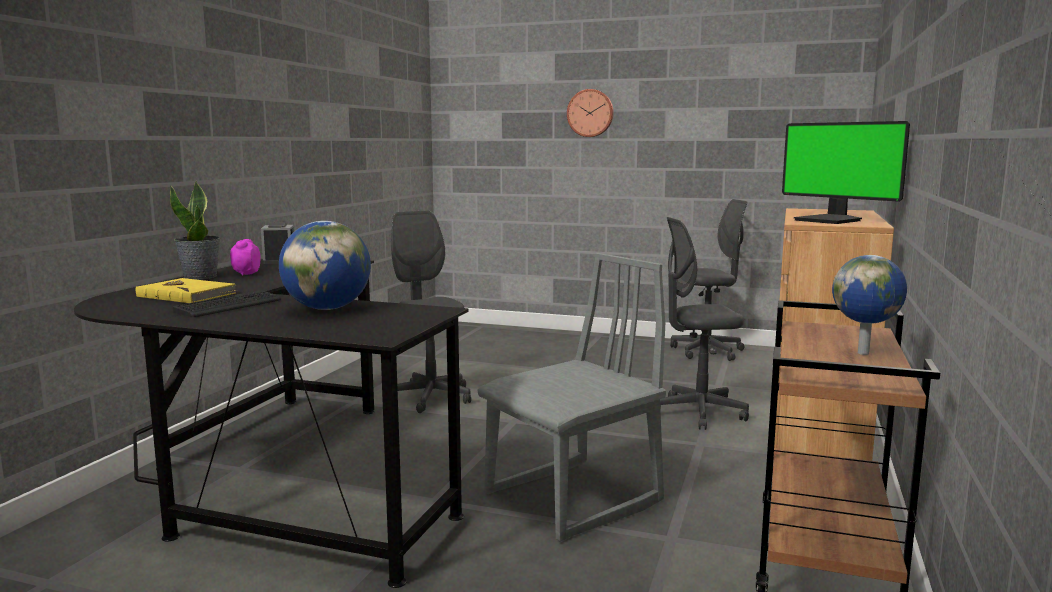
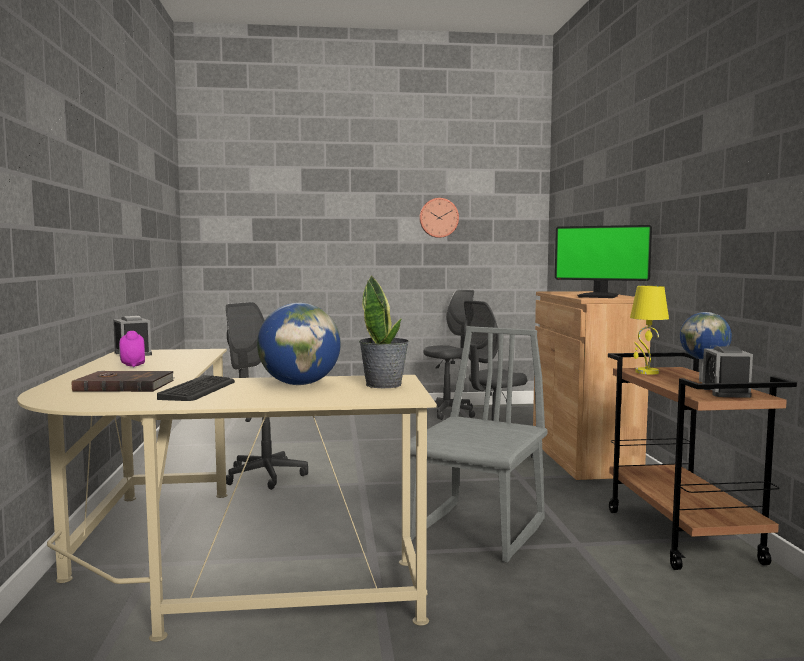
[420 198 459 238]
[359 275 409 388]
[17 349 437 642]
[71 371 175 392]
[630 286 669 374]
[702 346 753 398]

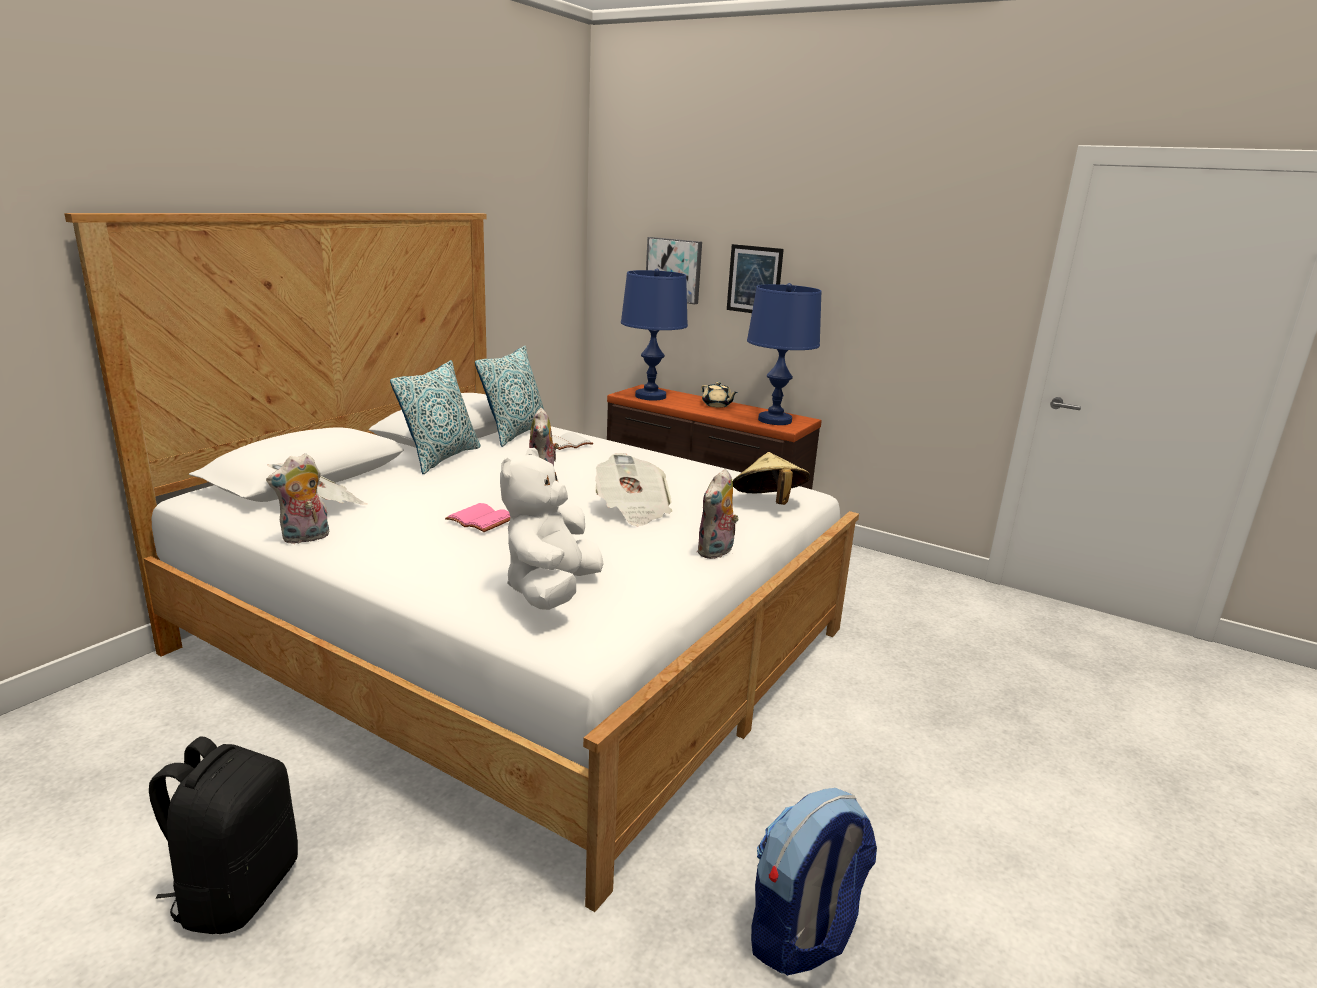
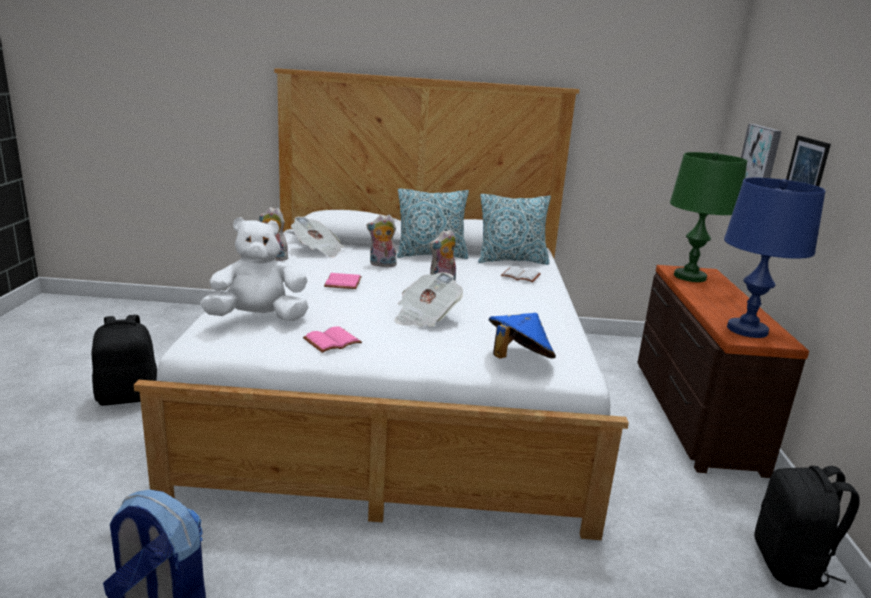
[670 152 747 282]
[701 382 738 408] (first image)
[489 313 556 359]
[366 214 397 267]
[303 326 362 353]
[754 466 860 590]

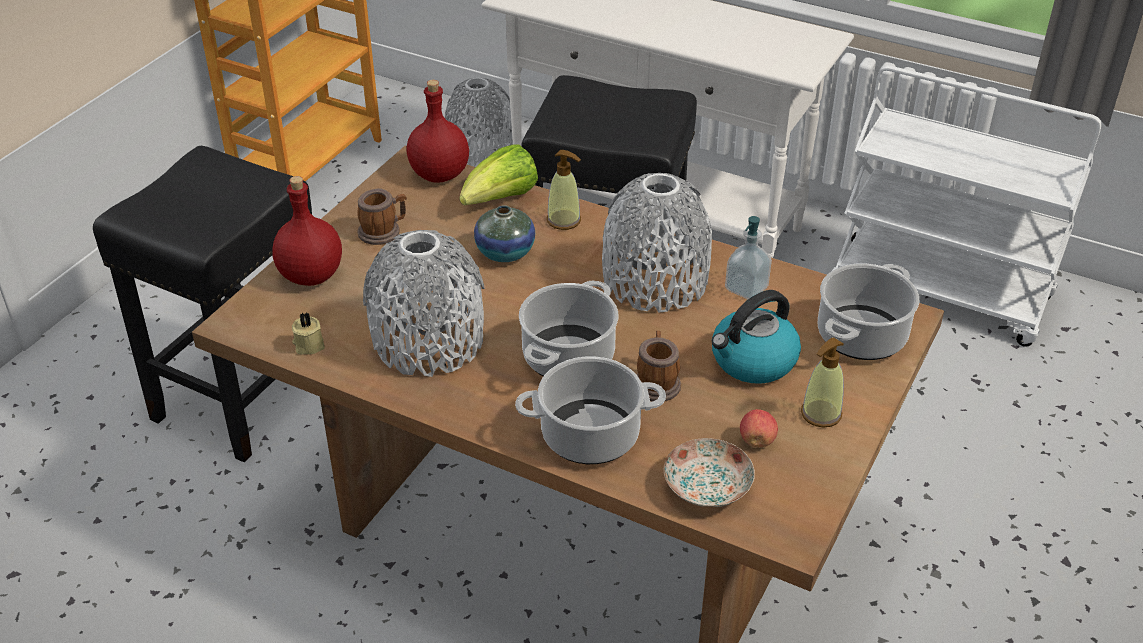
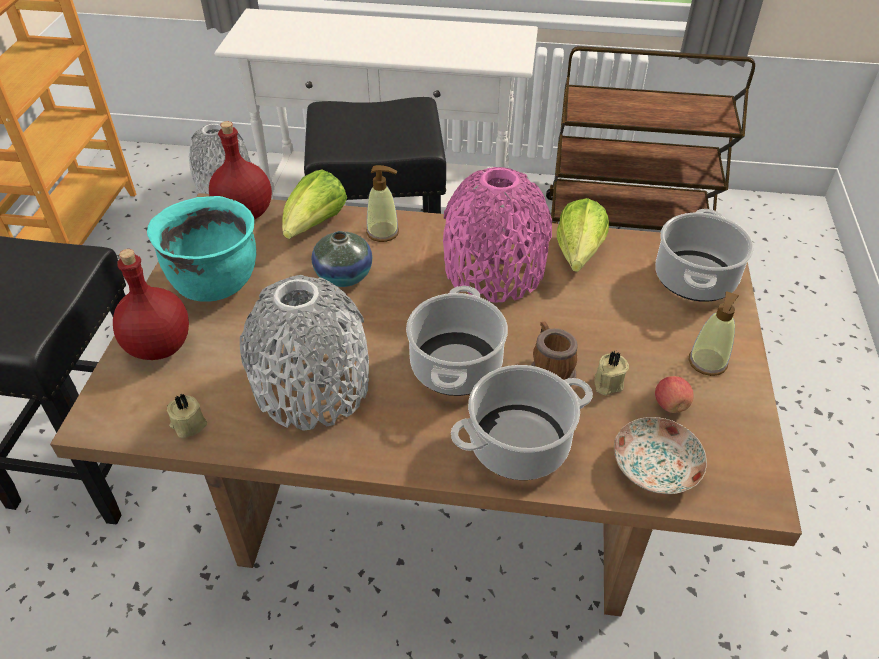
[546 46 755 230]
[443 167 552 303]
[147 196 256 302]
[557 198 609 272]
[712 290 801 384] (first image)
[594 351 629 395]

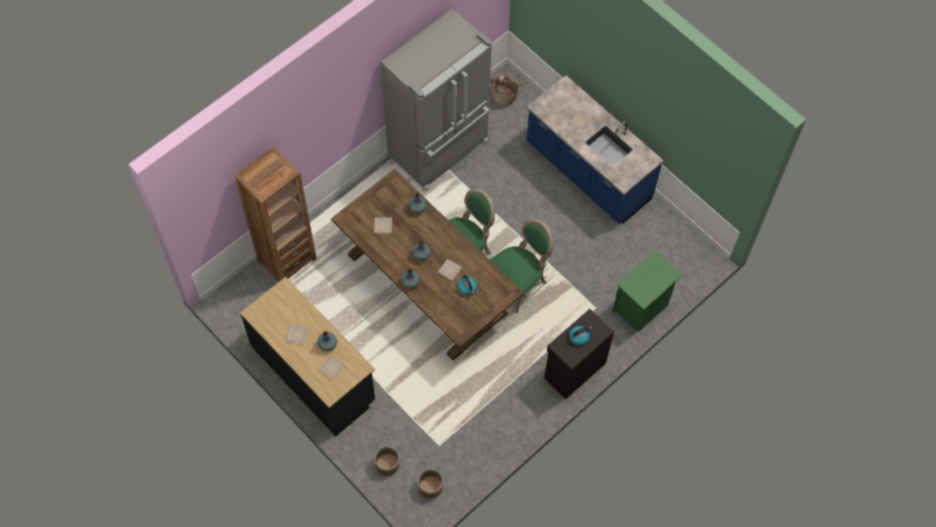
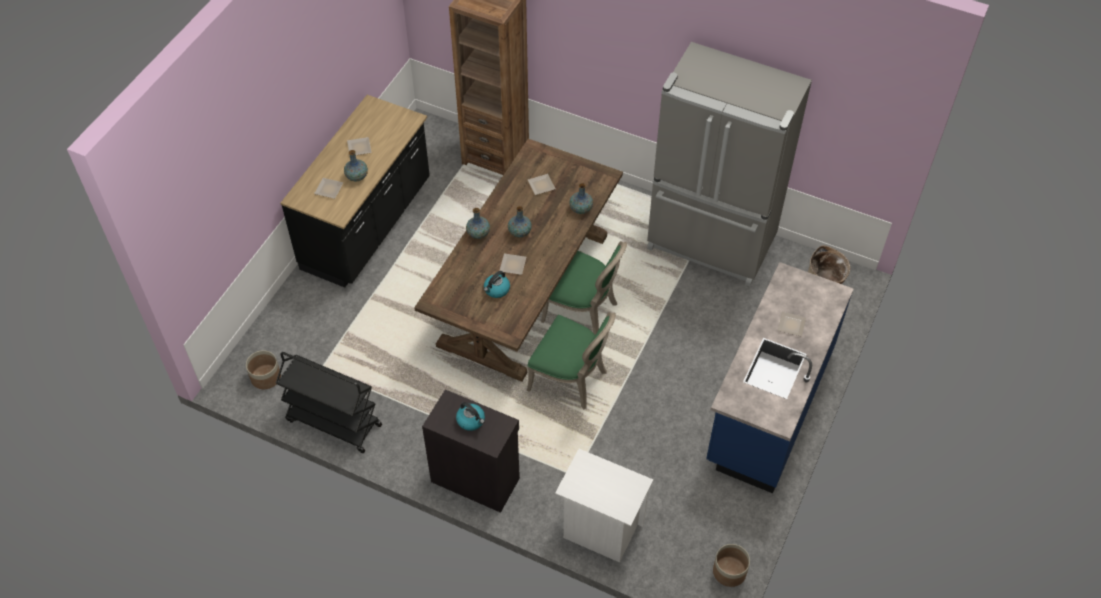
[555 449 653 563]
[713 544 750 587]
[276 352 382 453]

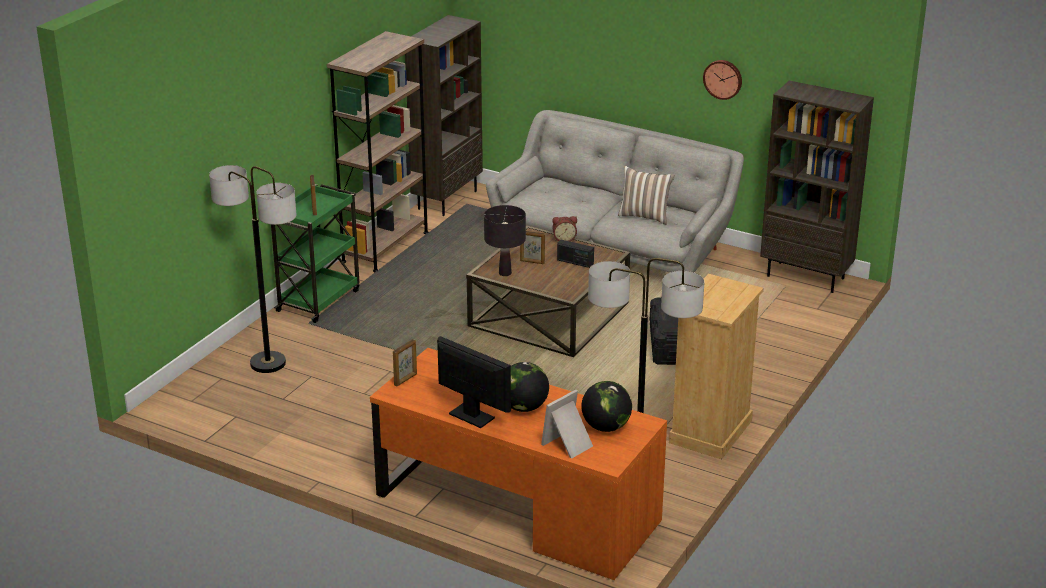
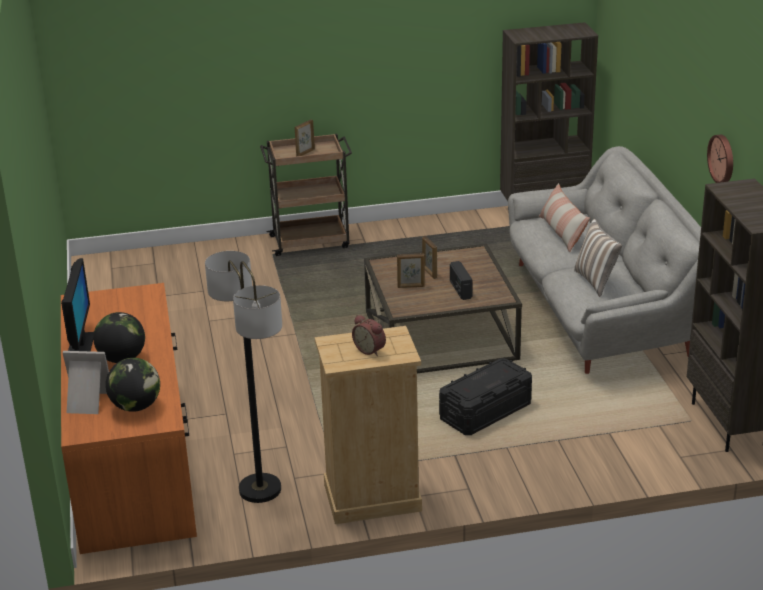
[327 31 429 272] (first image)
[209 165 296 373] (first image)
[260 134 352 256]
[484 205 526 276] (first image)
[352 315 386 356]
[397 253 425 288]
[539 183 590 253]

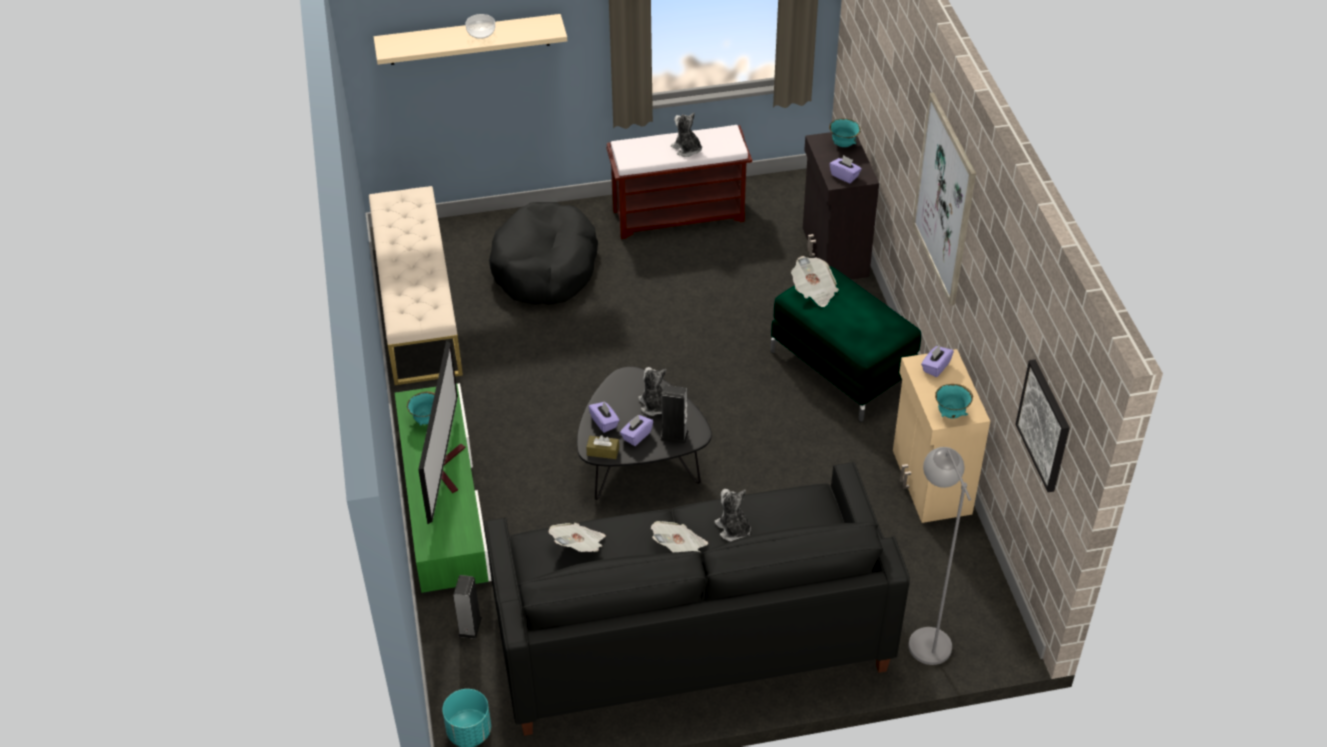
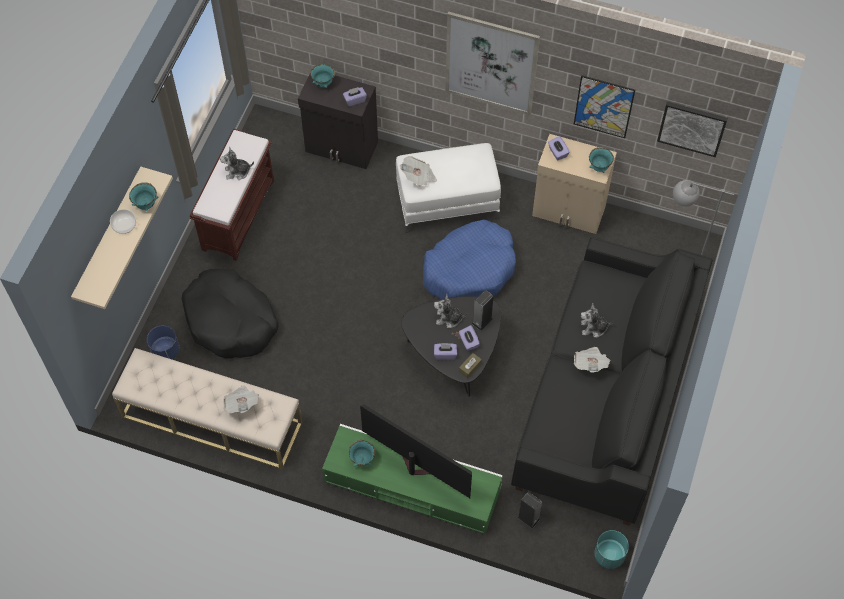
[396 143 501 233]
[223 386 259 413]
[574 75 635 138]
[129 182 159 211]
[423 220 516 299]
[147 326 179 359]

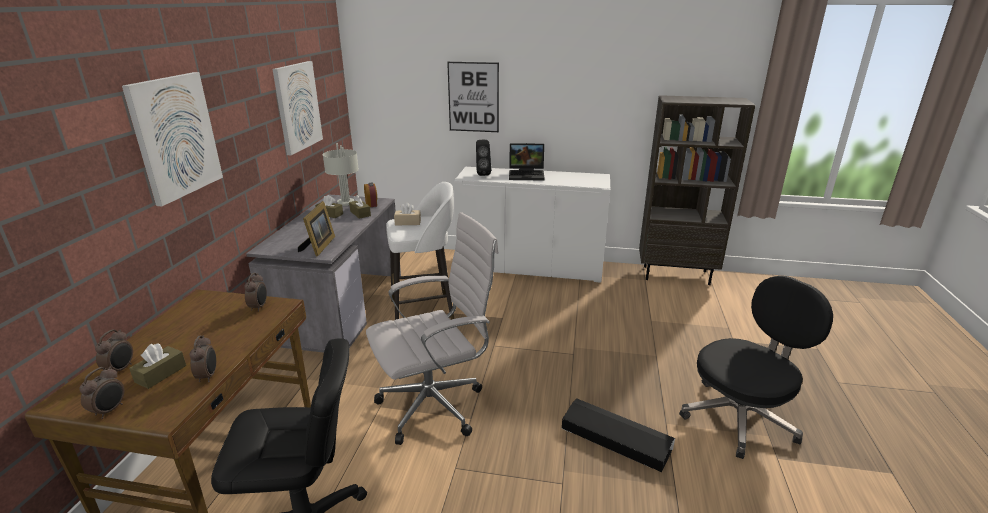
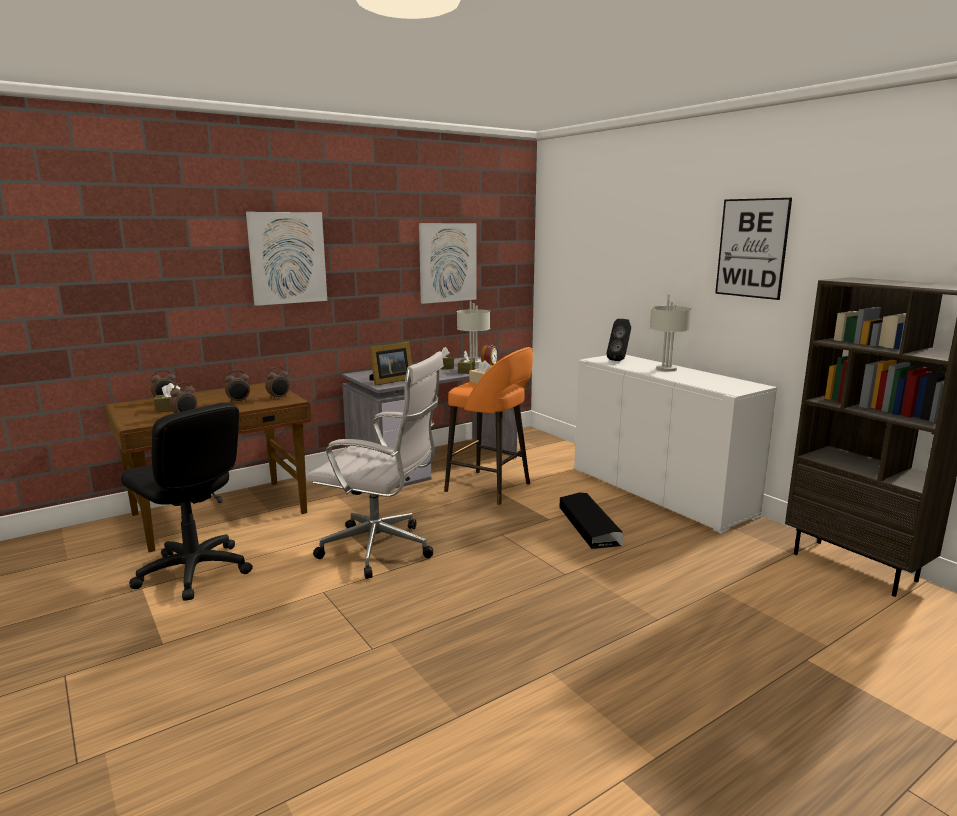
[715 198 792 300]
[650 295 692 372]
[444 347 533 505]
[679 276 833 459] (first image)
[225 370 250 403]
[559 493 623 549]

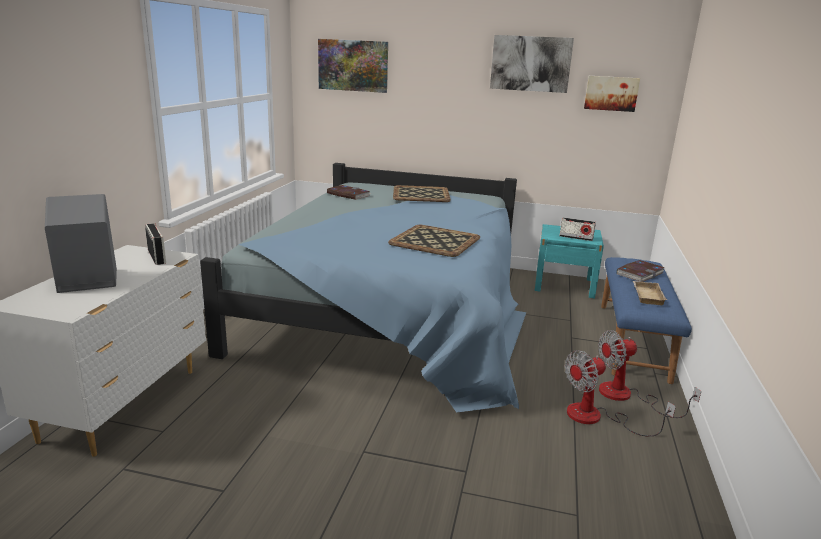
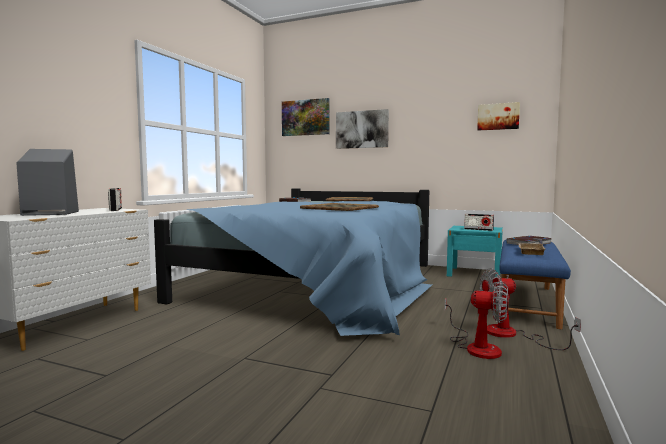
[336 109 389 149]
[445 281 509 359]

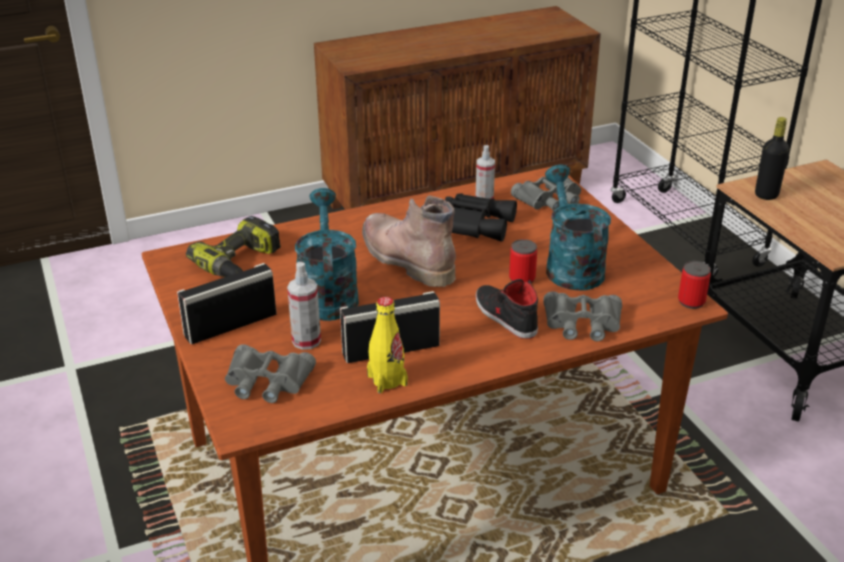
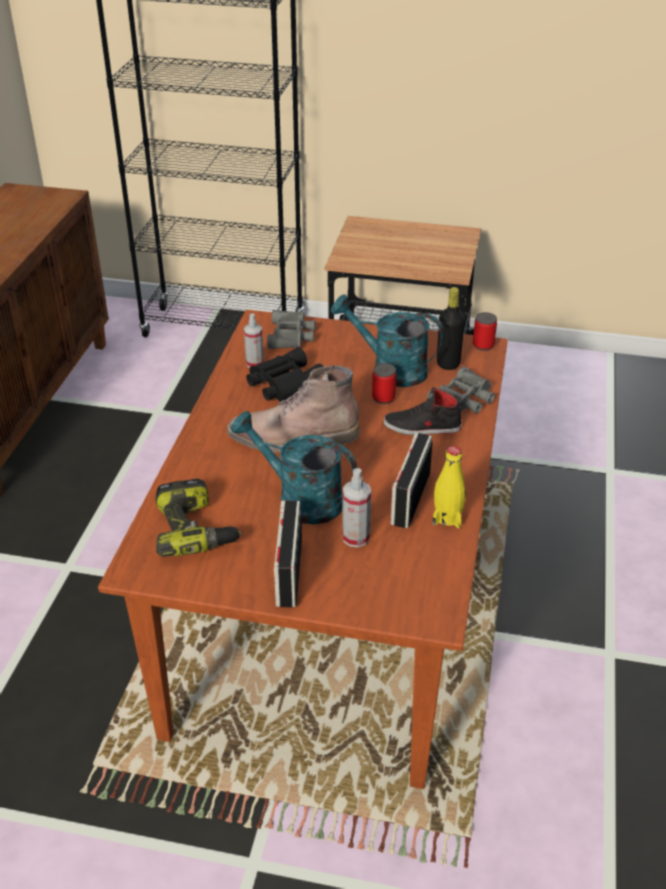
[437 287 465 370]
[225 344 316 403] (first image)

